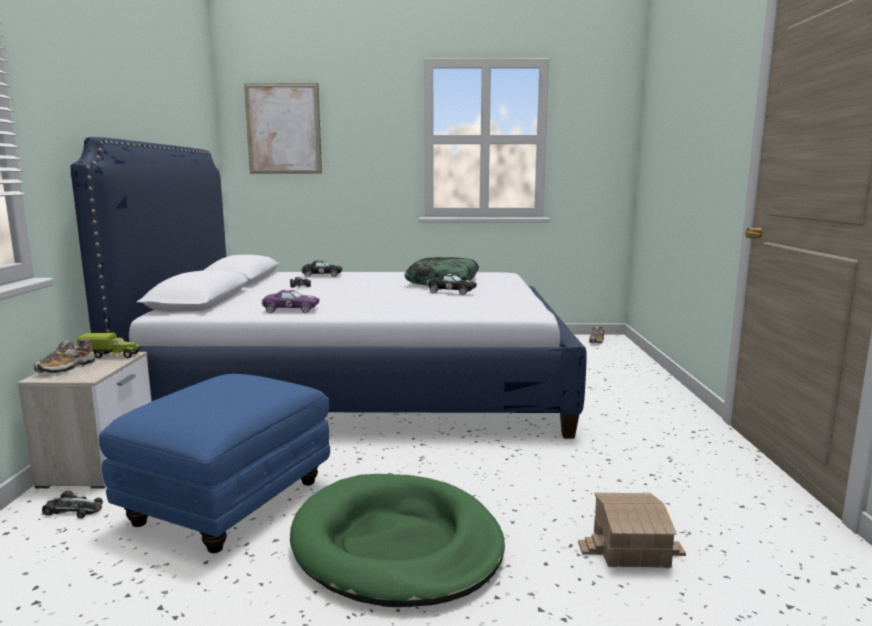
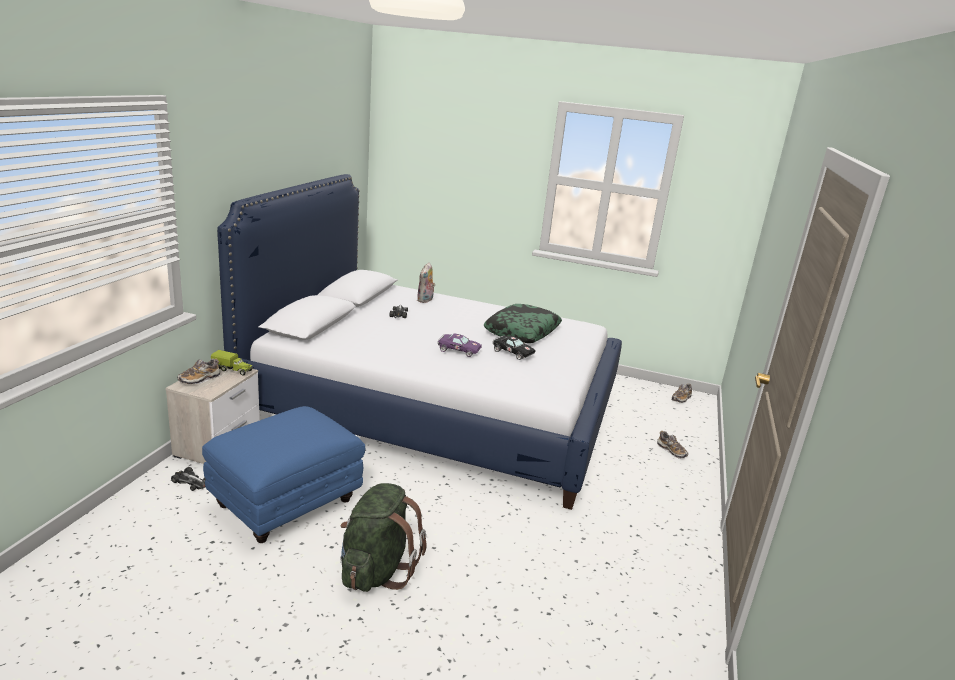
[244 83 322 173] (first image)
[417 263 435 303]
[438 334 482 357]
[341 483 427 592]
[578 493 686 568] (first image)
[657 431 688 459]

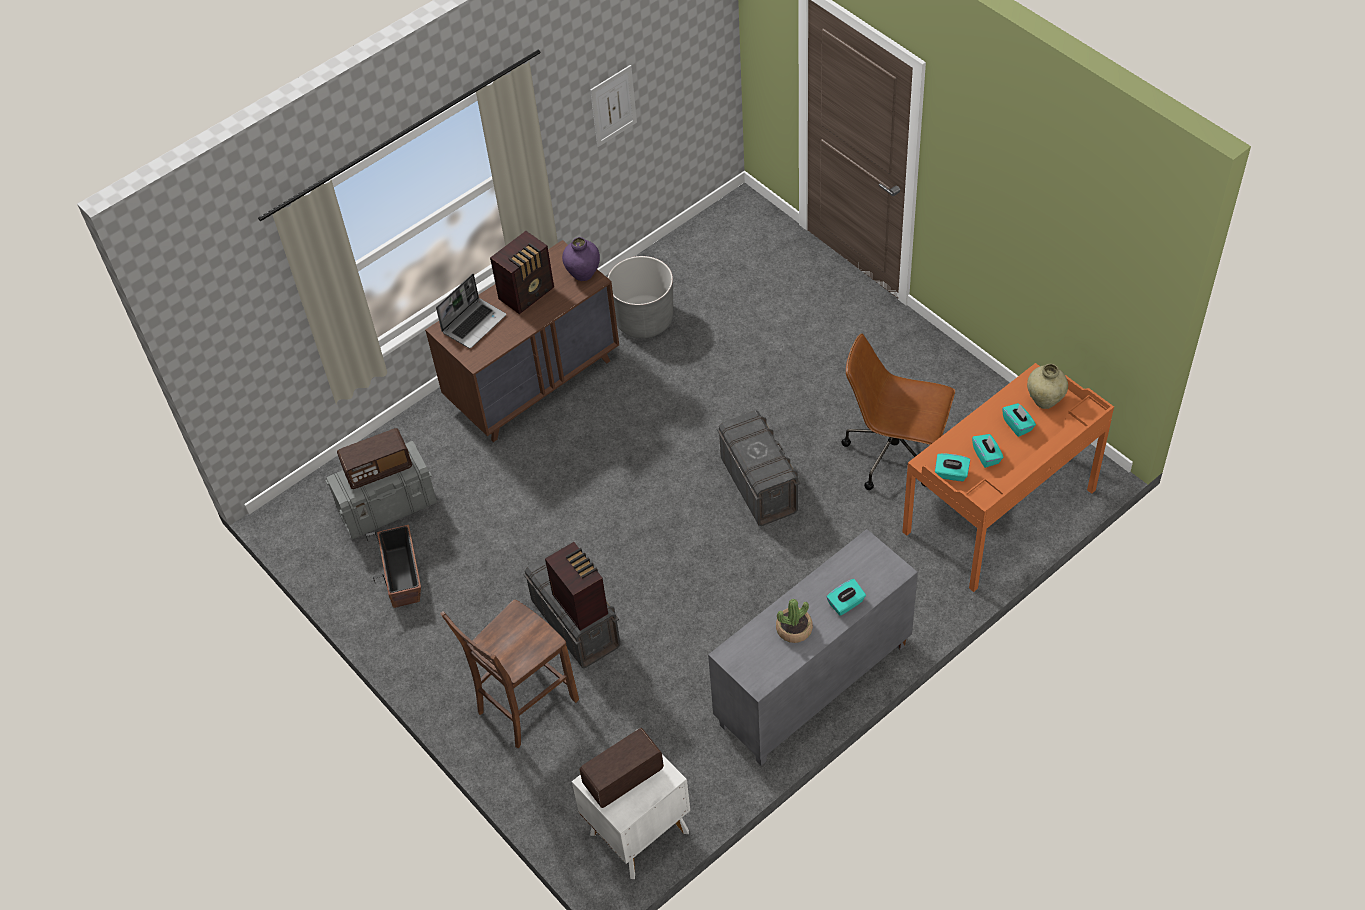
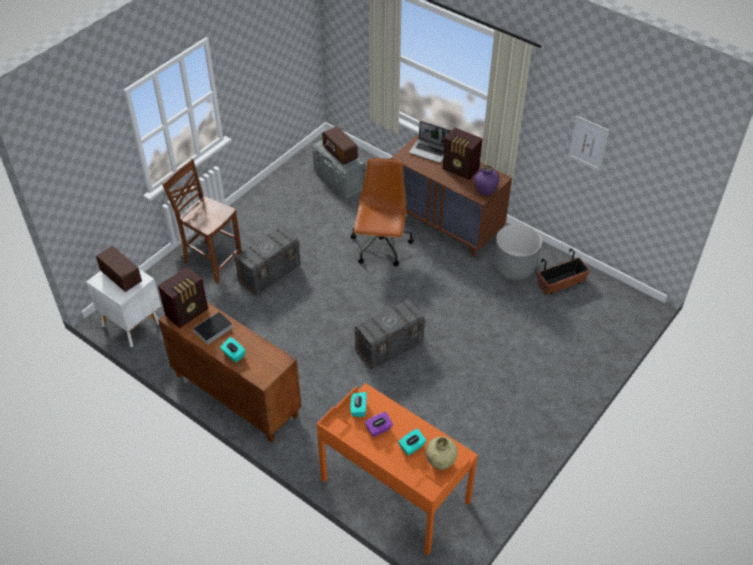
[351 158 413 266]
[365 412 393 437]
[537 248 591 295]
[158 302 301 443]
[158 266 208 328]
[191 311 233 345]

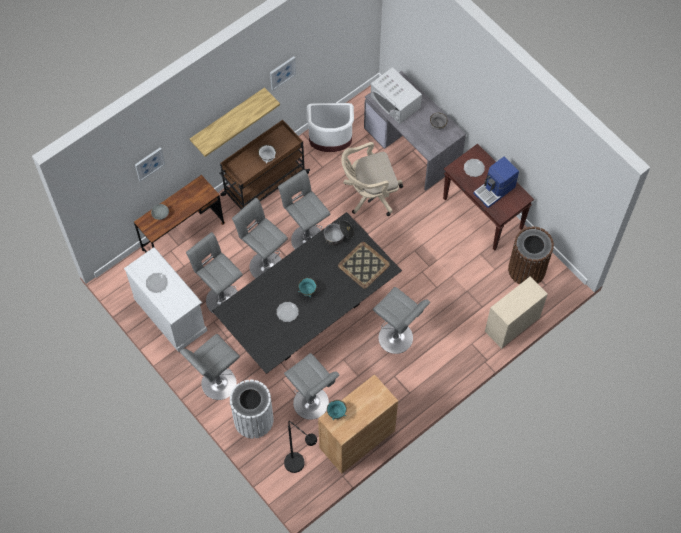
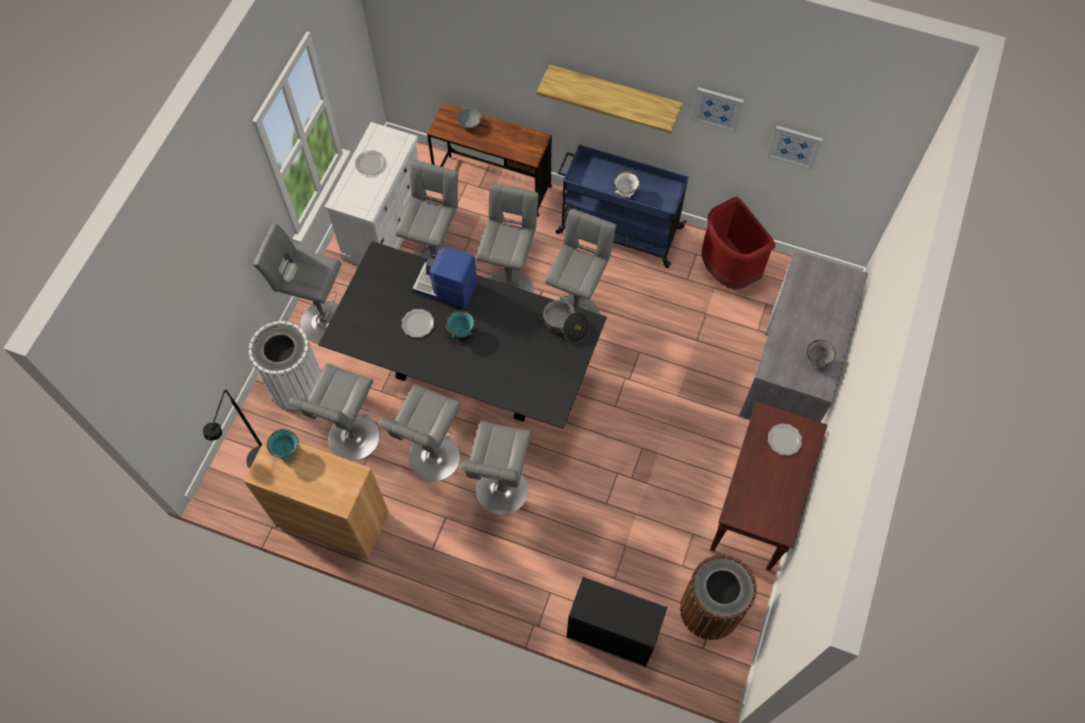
[371 67 422 124] (first image)
[701 197 775 290]
[555 144 689 268]
[341 142 403 216] (first image)
[767 126 823 169]
[412 246 477 308]
[338 242 390 289] (first image)
[567 576 667 667]
[378 384 461 482]

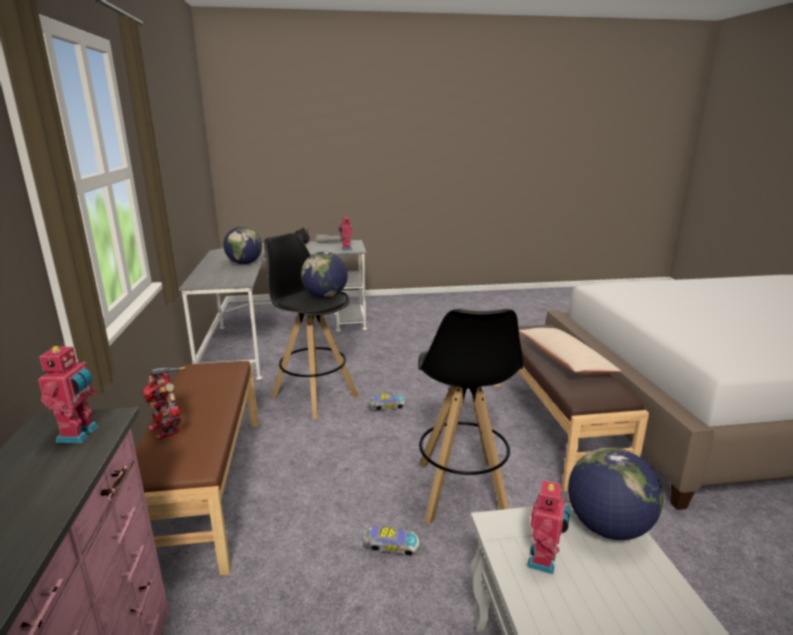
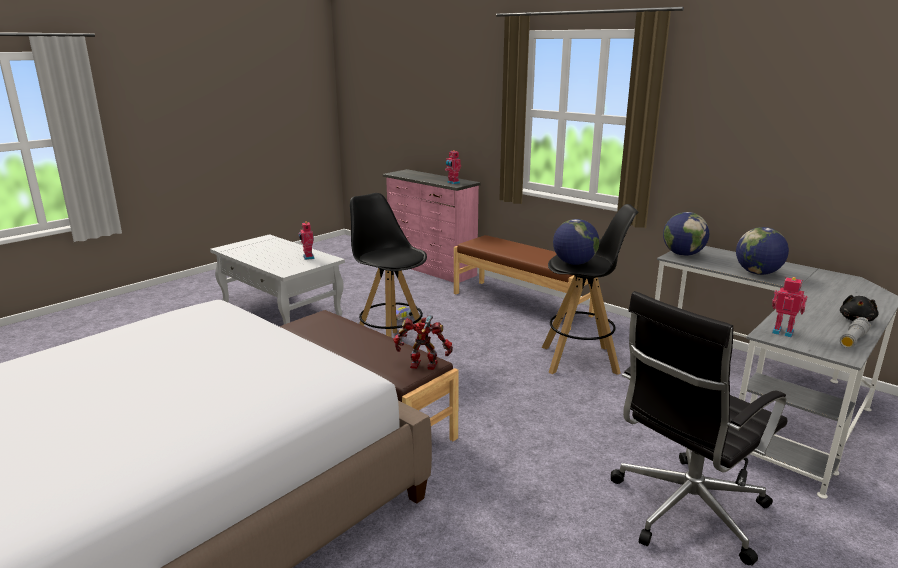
[519 328 621 375] (first image)
[393 315 453 370]
[368 393 405 410] (first image)
[663 212 709 256]
[611 291 788 565]

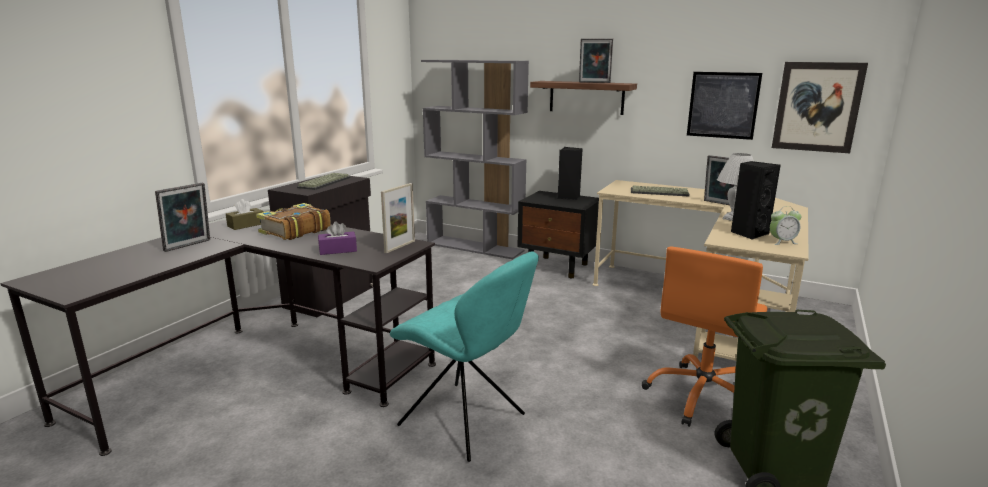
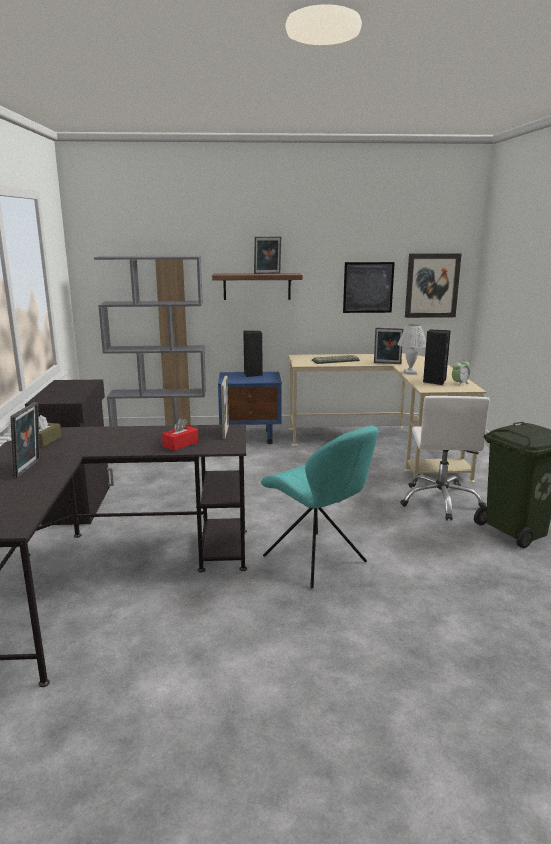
[297 173 351 190] (first image)
[218 372 282 444]
[256 203 331 240] (first image)
[162 418 198 451]
[400 396 490 521]
[261 426 379 588]

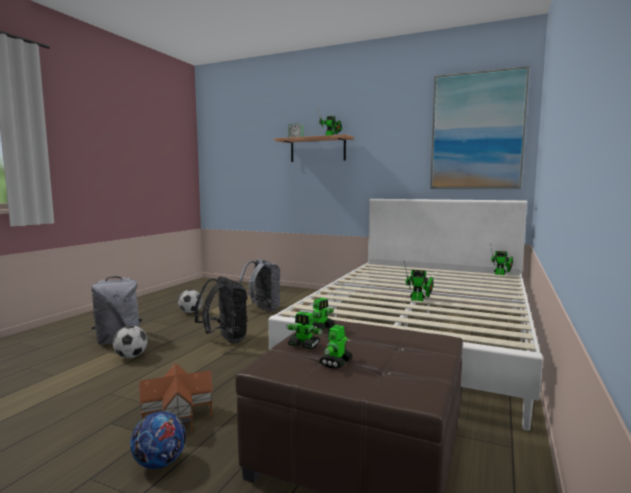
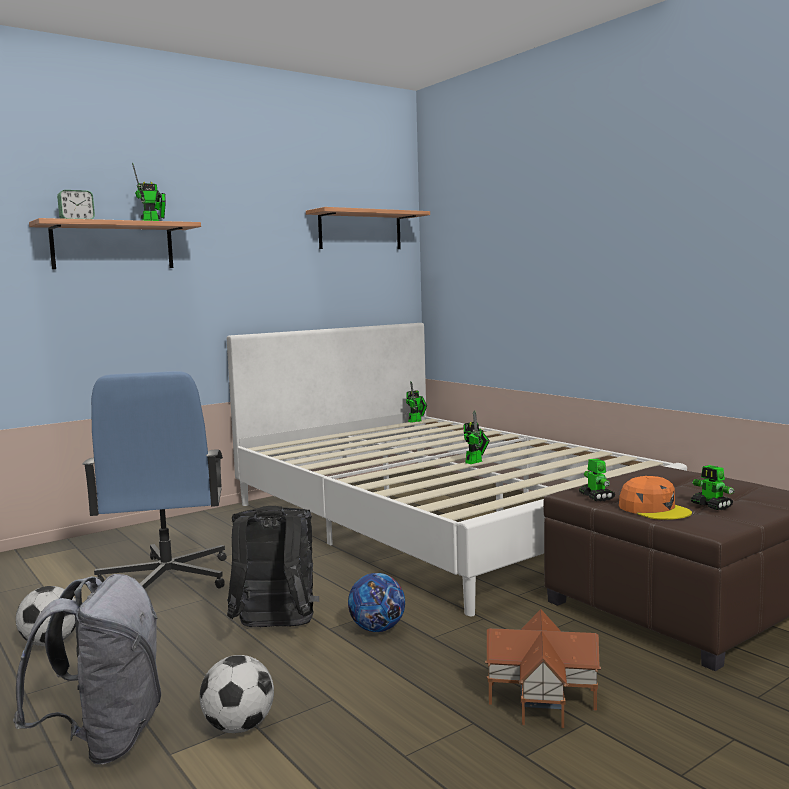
[306 207 430 249]
[83 371 227 589]
[619 476 692 520]
[348 573 405 632]

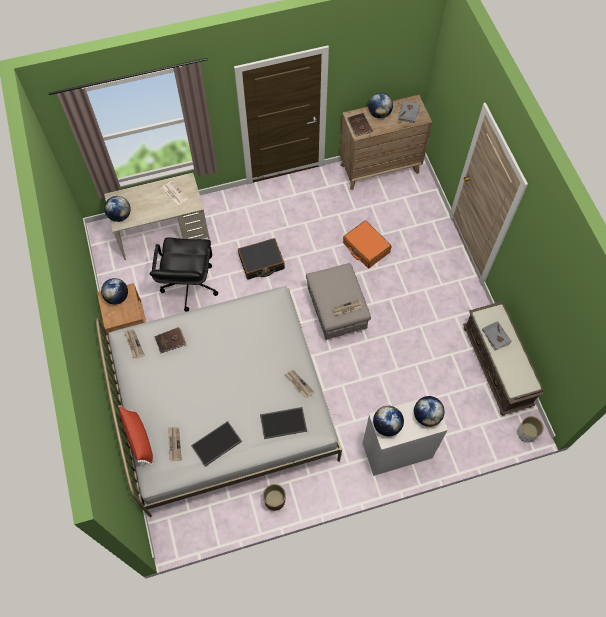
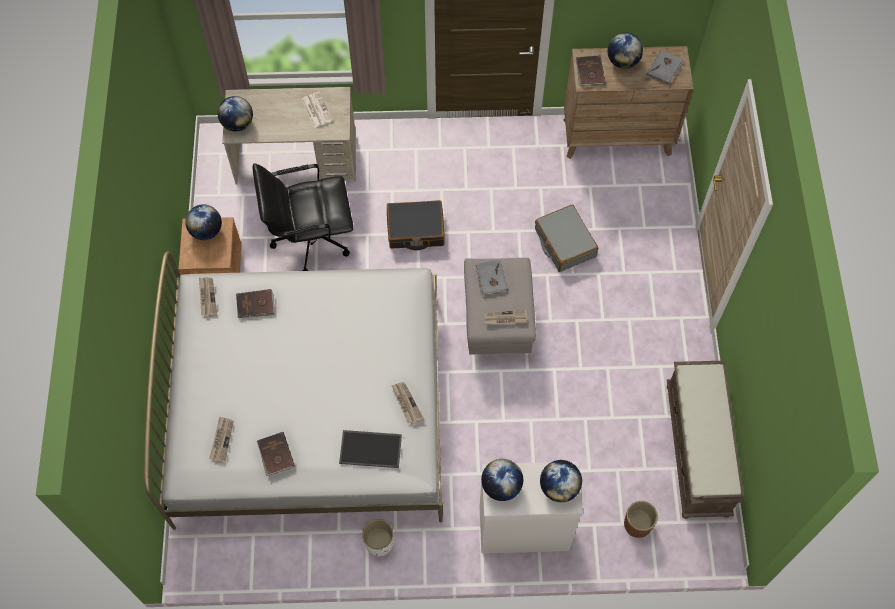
[535 204 598 272]
[253 163 354 271]
[476 259 508 296]
[118 405 153 466] (first image)
[362 519 394 556]
[257 432 295 476]
[624 501 658 538]

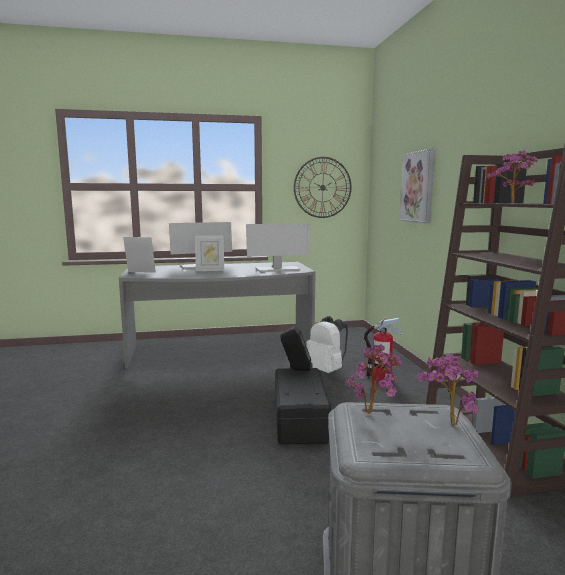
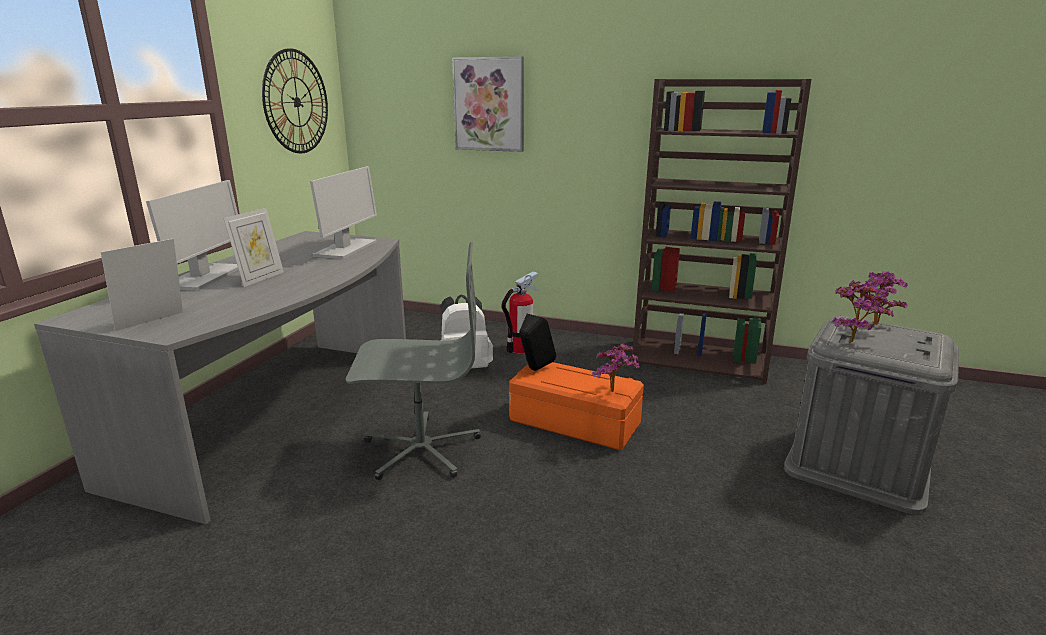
[592 344 639 392]
[509 362 644 450]
[346 242 481 480]

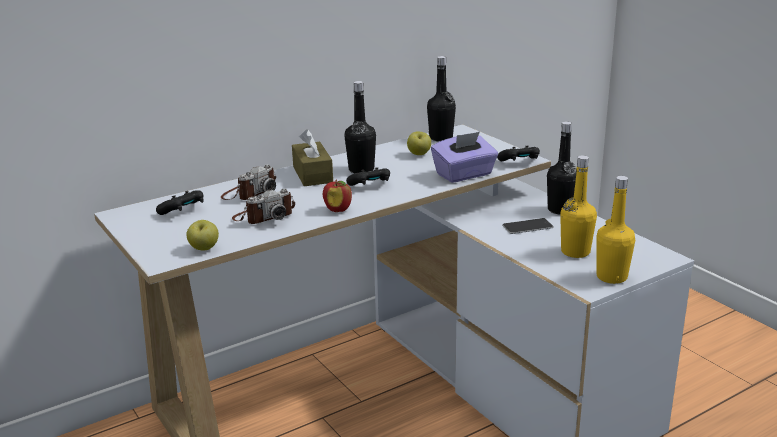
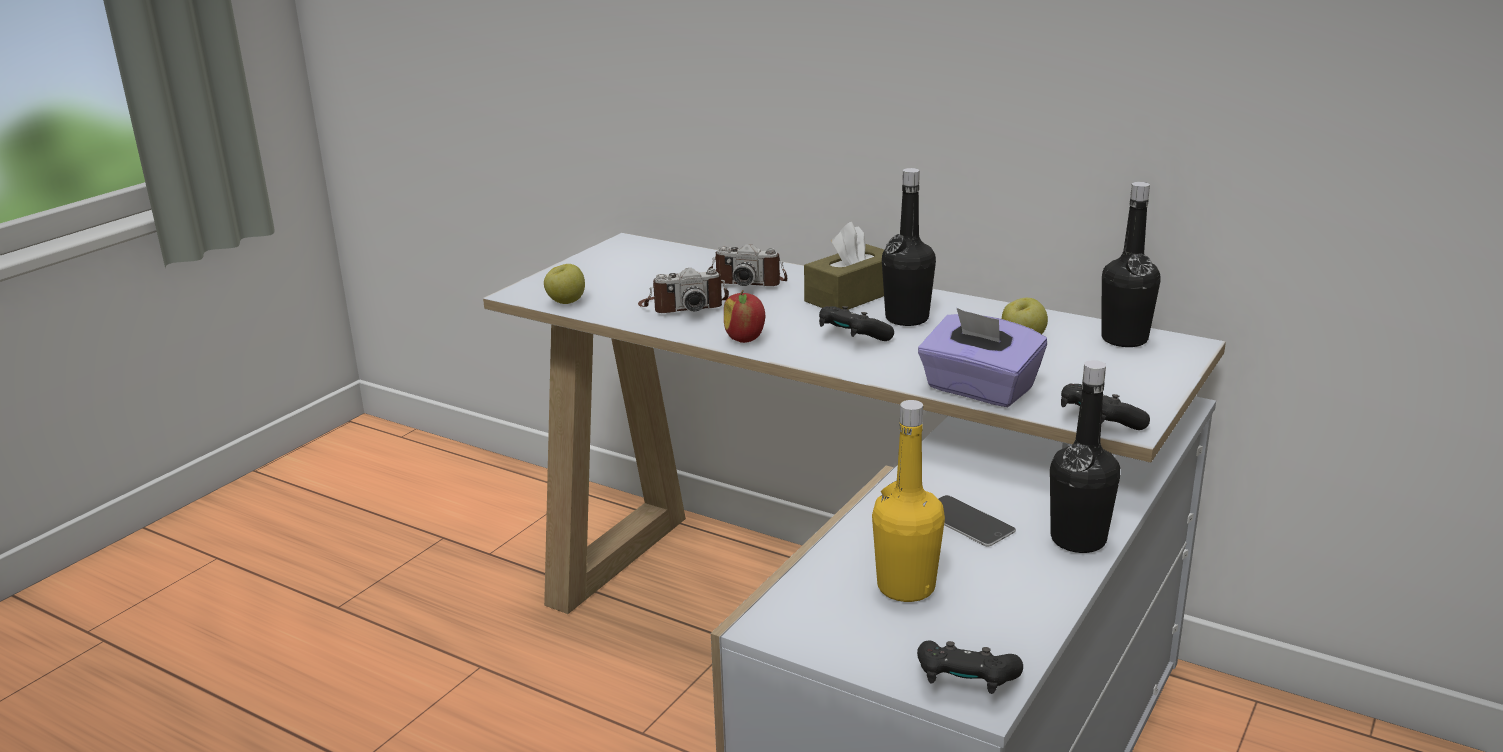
[596 176 635 284] (first image)
[638 268 729 313]
[917 640 1023 694]

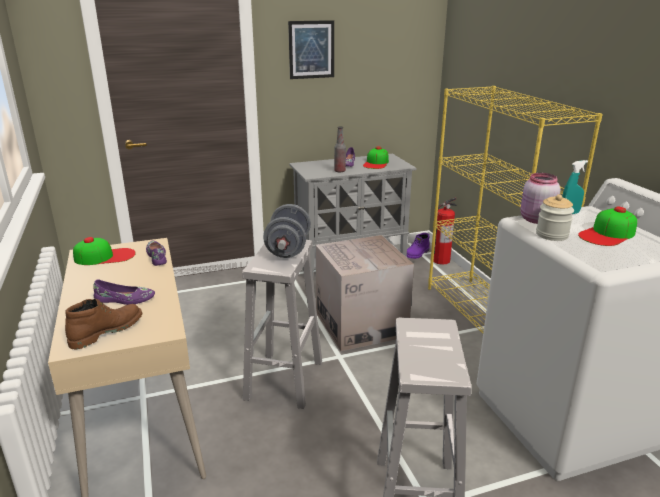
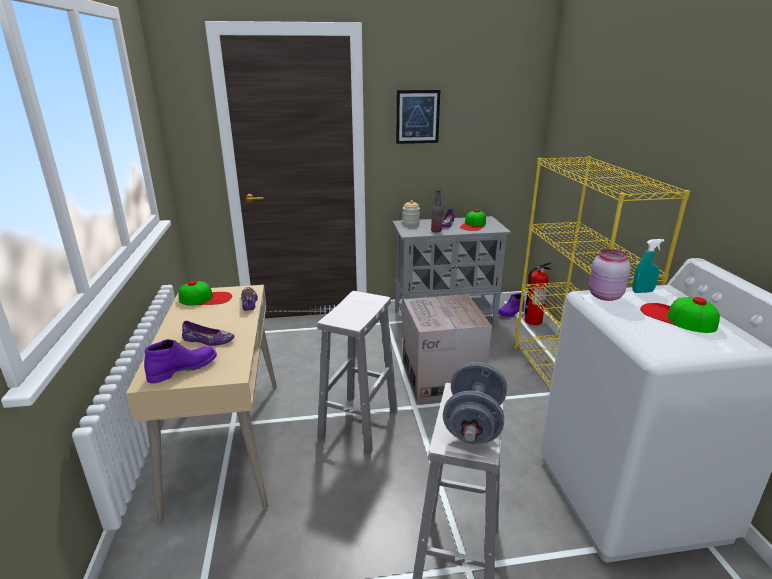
[403 200 420 226]
[443 362 507 444]
[640 297 720 333]
[144 339 217 384]

